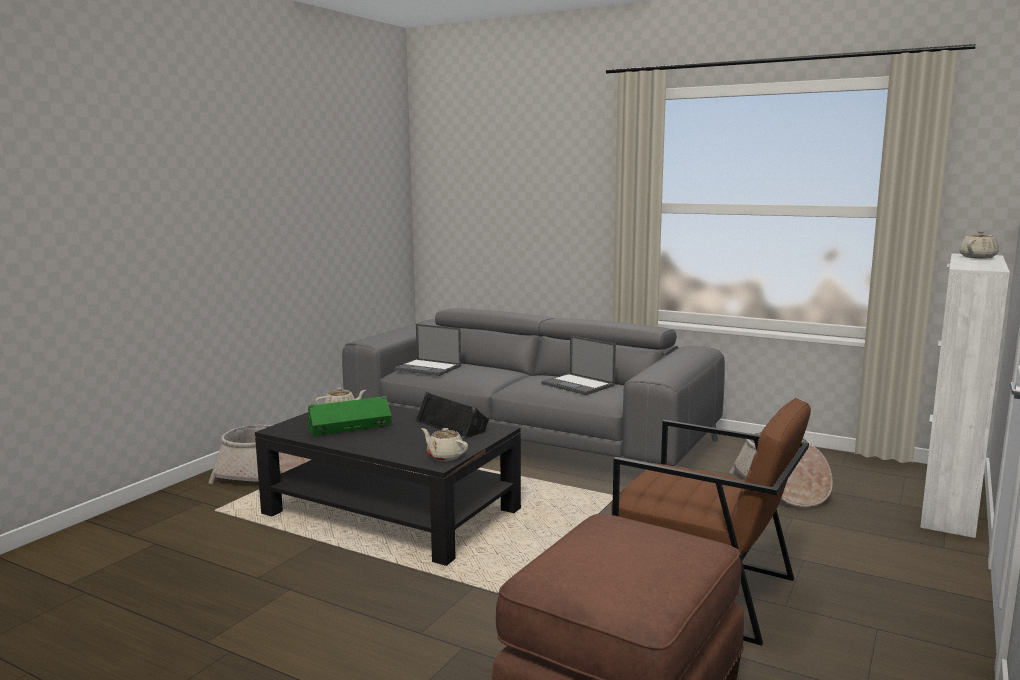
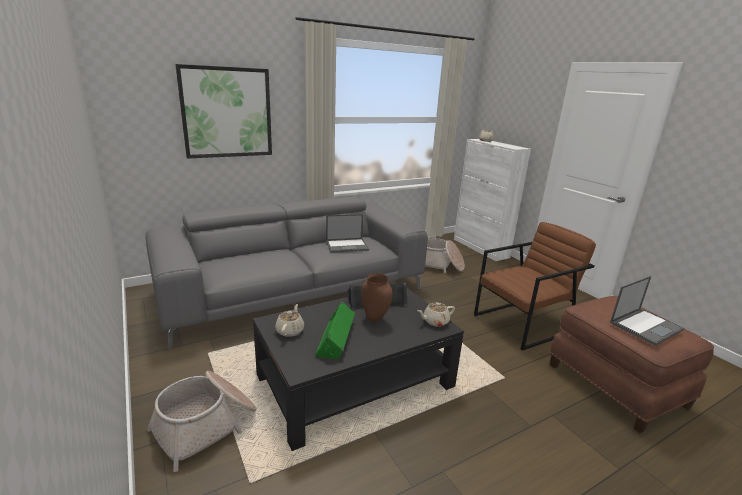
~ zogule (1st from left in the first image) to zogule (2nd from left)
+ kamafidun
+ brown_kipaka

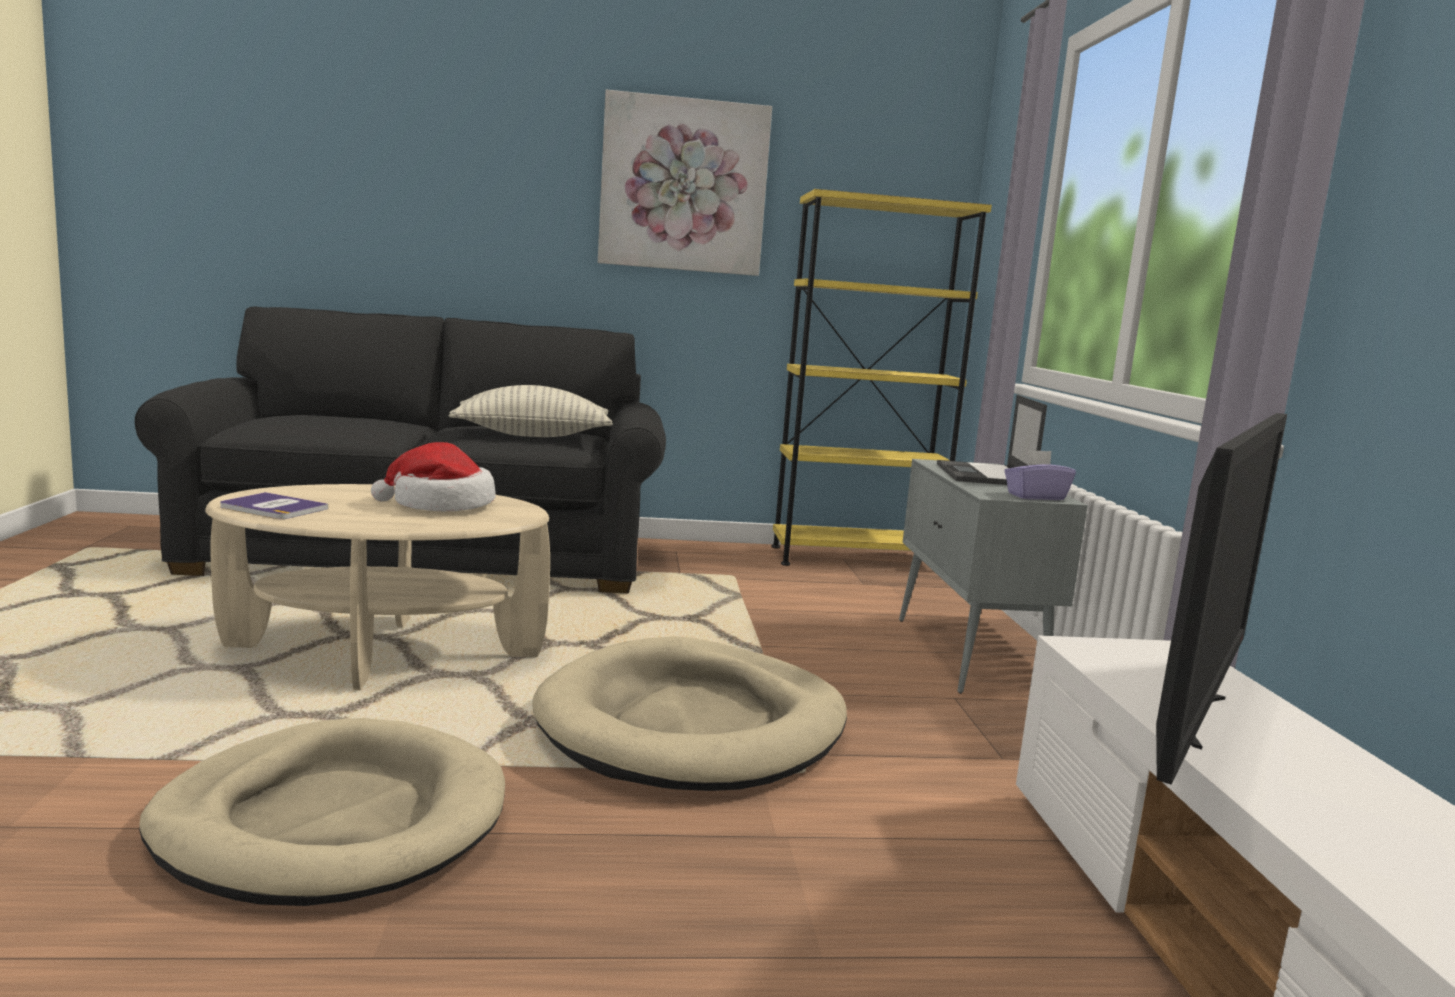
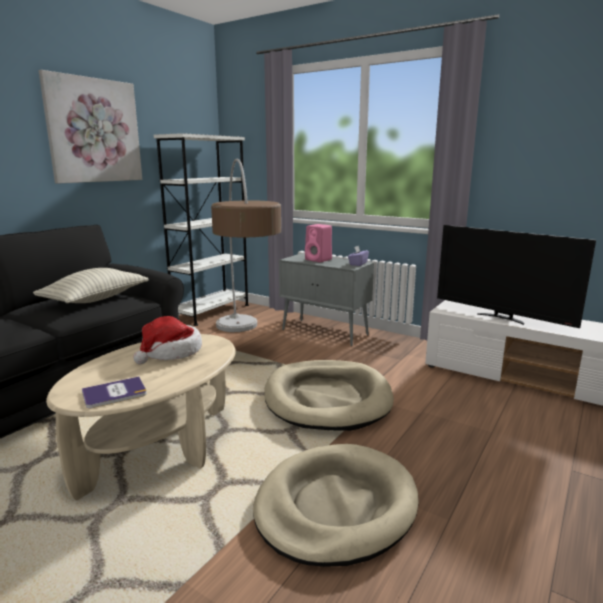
~ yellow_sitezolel to white_sitezolel
~ zogule to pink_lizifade
~ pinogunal 150 degrees clockwise
+ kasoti

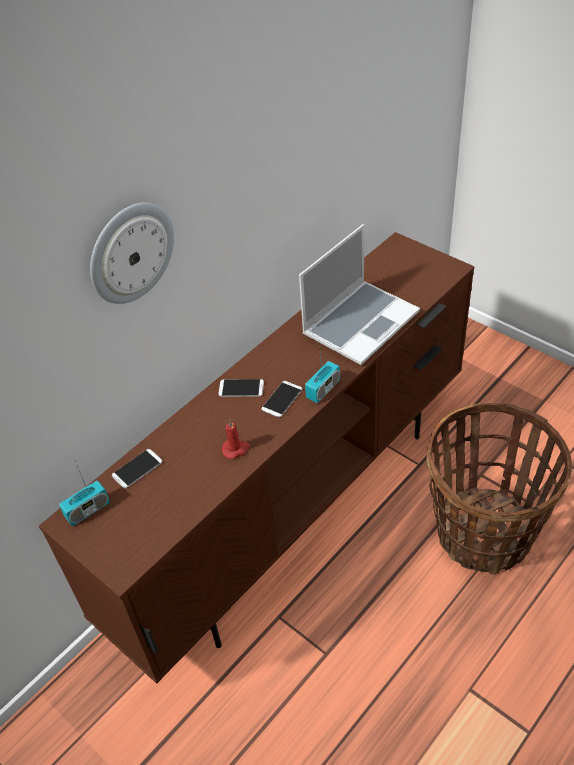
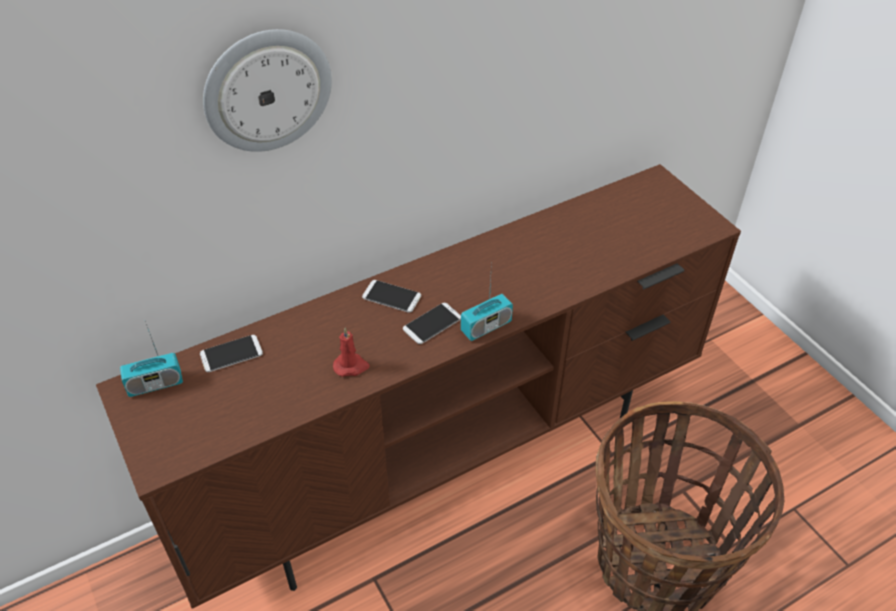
- zogule

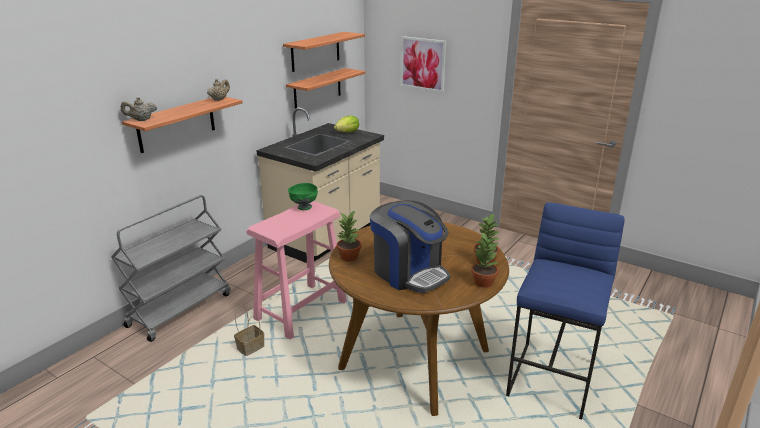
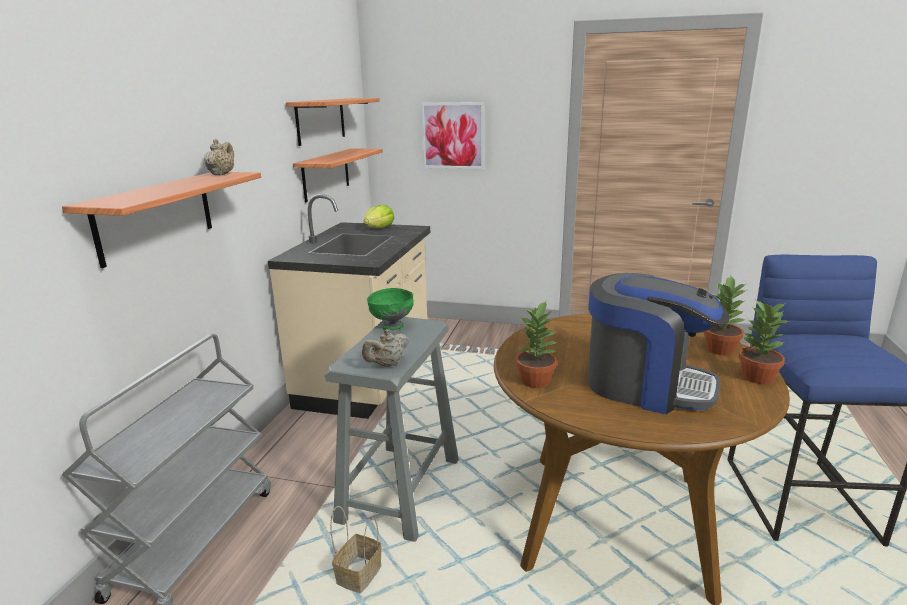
~ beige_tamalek (1st from left in the first image) to beige_tamalek (2nd from left)
~ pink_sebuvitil to grey_sebuvitil

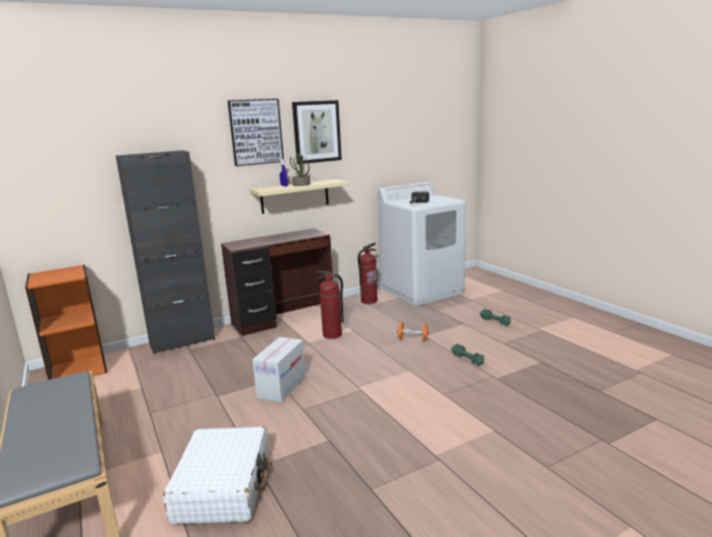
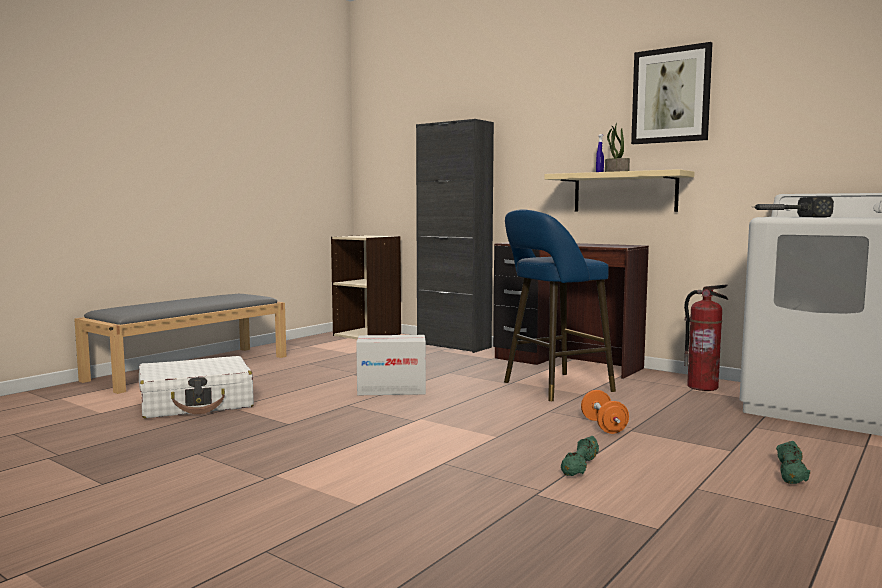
~ orange_sitezolel to beige_sitezolel
- kamafidun (1st from left)
~ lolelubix (1st from left) to blue_sebuvitil

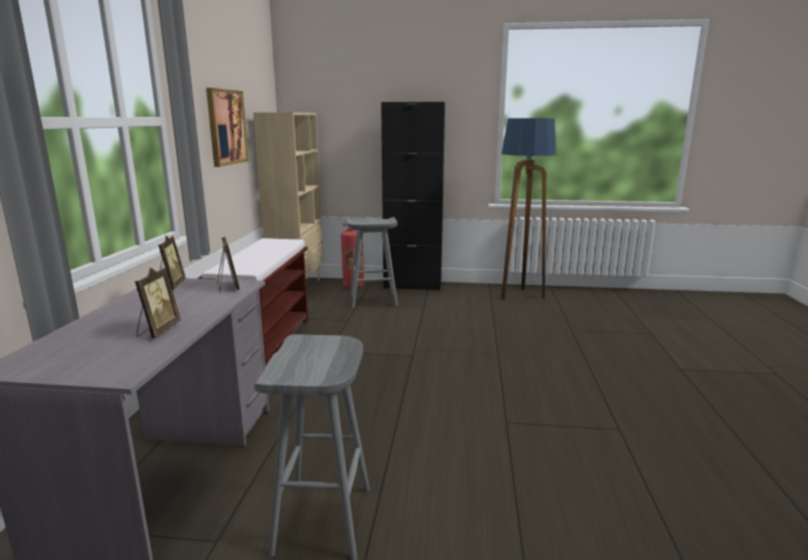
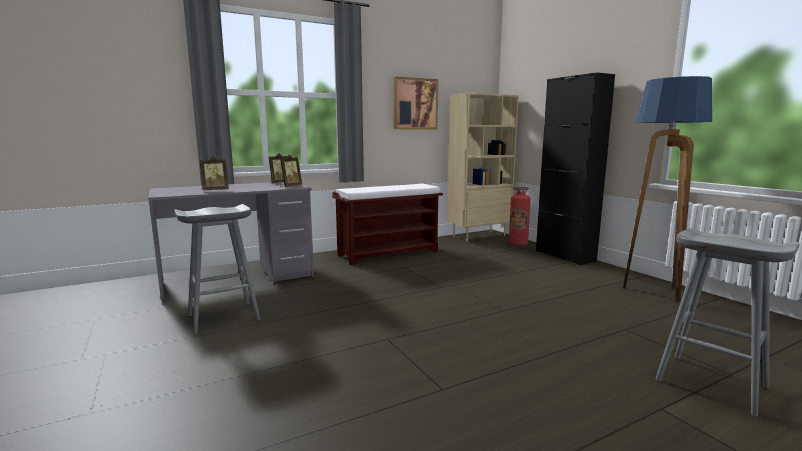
~ grey_sebuvitil (2nd from left)

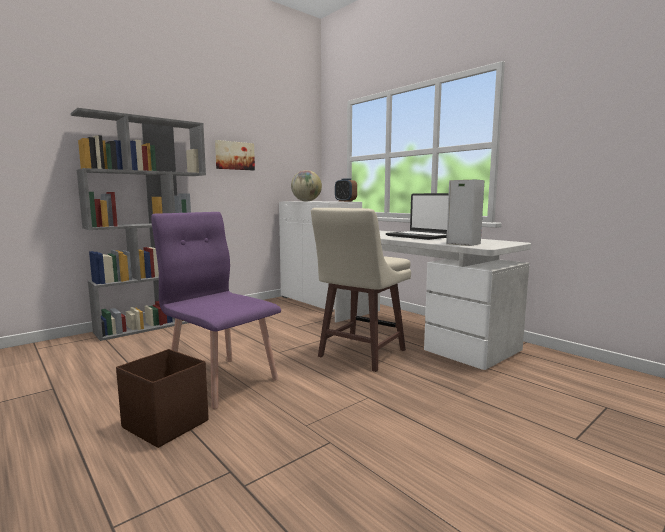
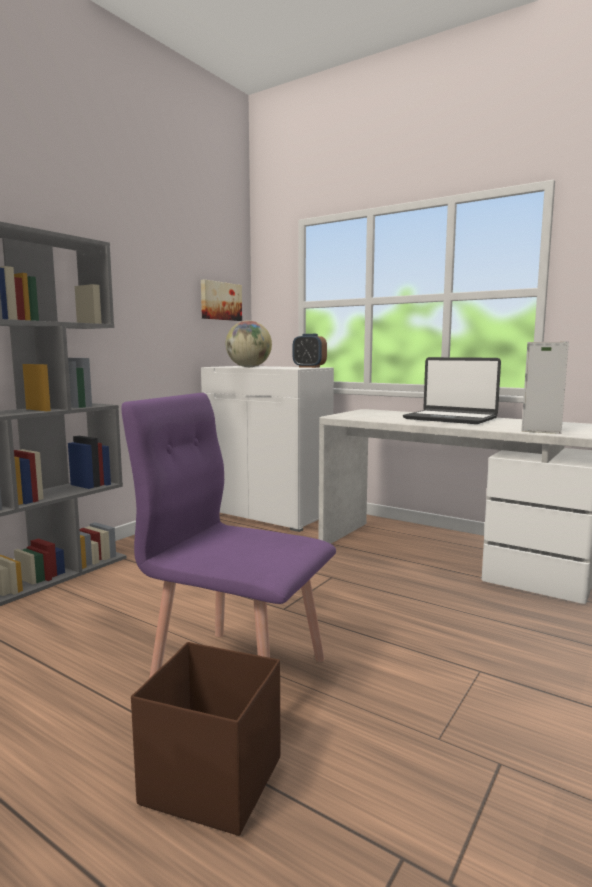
~ kamafidun
- beige_sebuvitil

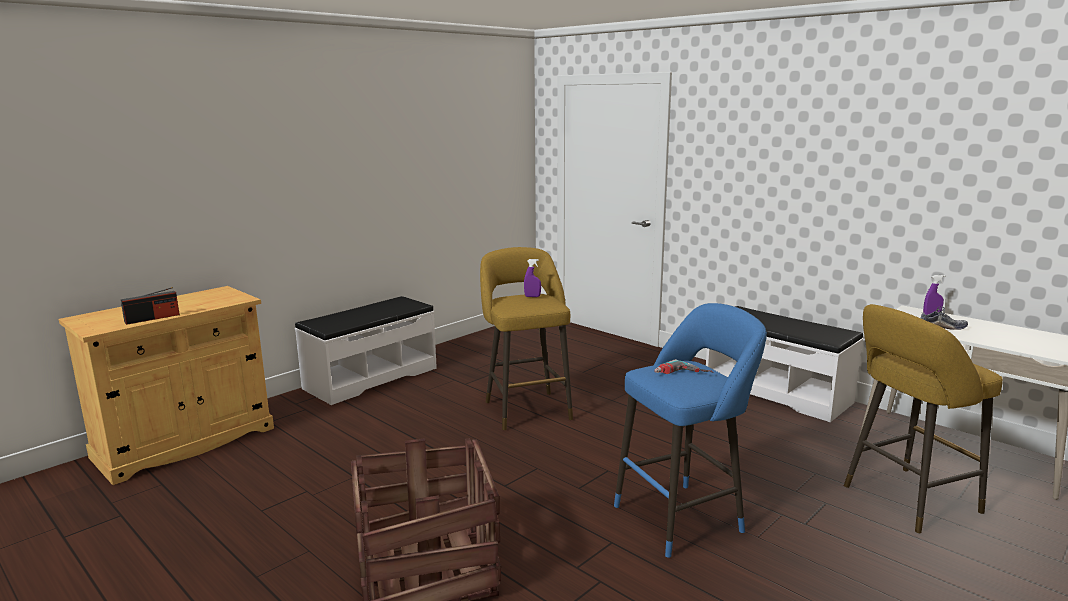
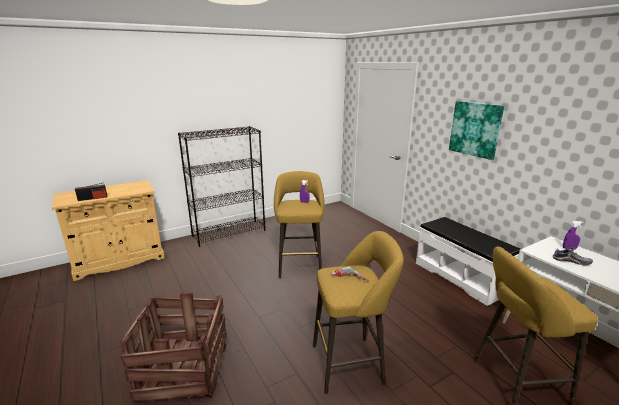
~ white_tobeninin (1st from left) to black_sitezolel
~ blue_sebuvitil to yellow_sebuvitil (2nd from left)
+ kamafidun

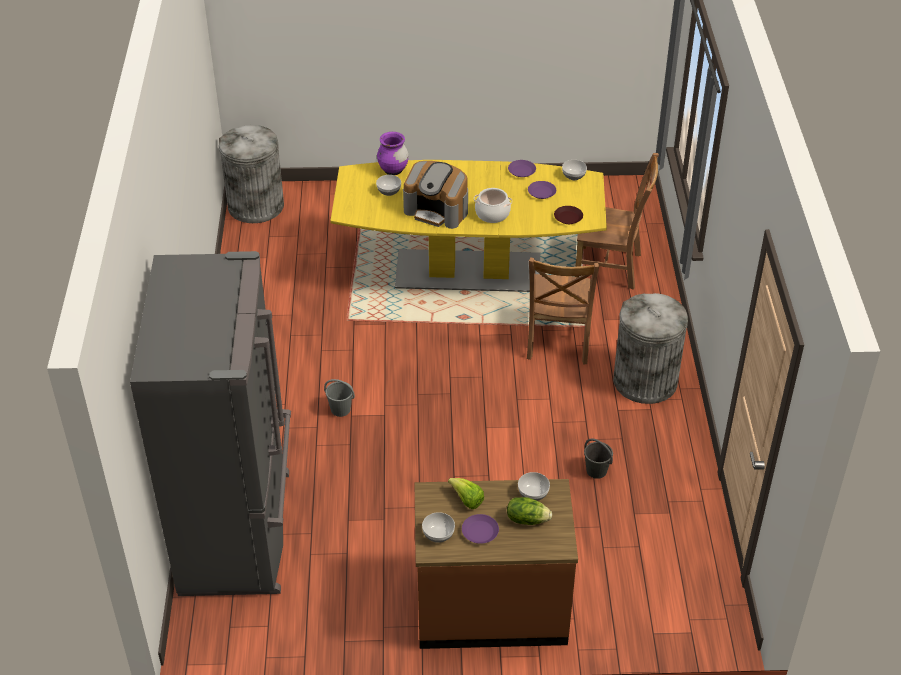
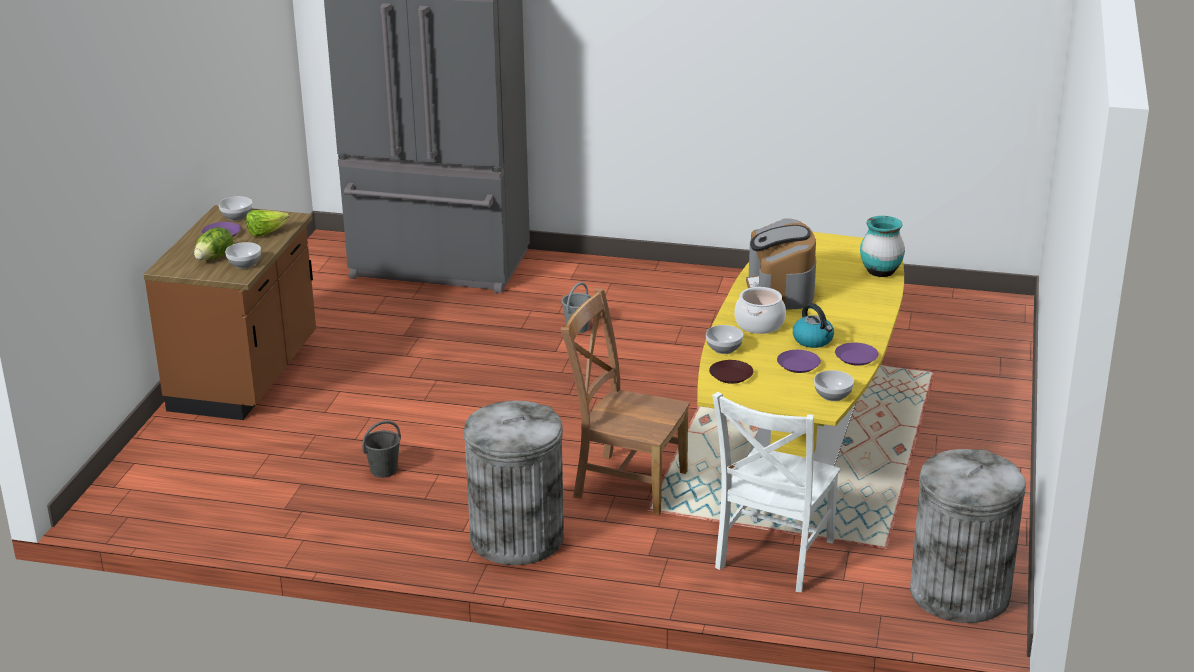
~ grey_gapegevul (1st from left in the first image) to grey_gapegevul (2nd from left)
~ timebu (1st from left in the first image) to timebu (3rd from left)
~ purple_kipaka to turquoise_kipaka
~ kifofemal 45 degrees counterclockwise
~ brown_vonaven (2nd from left) to white_vonaven
+ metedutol

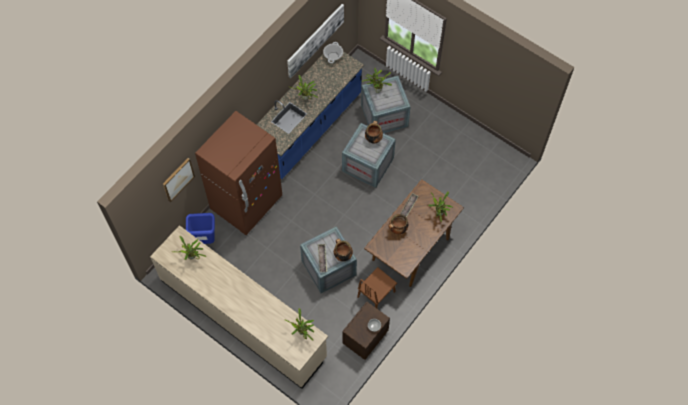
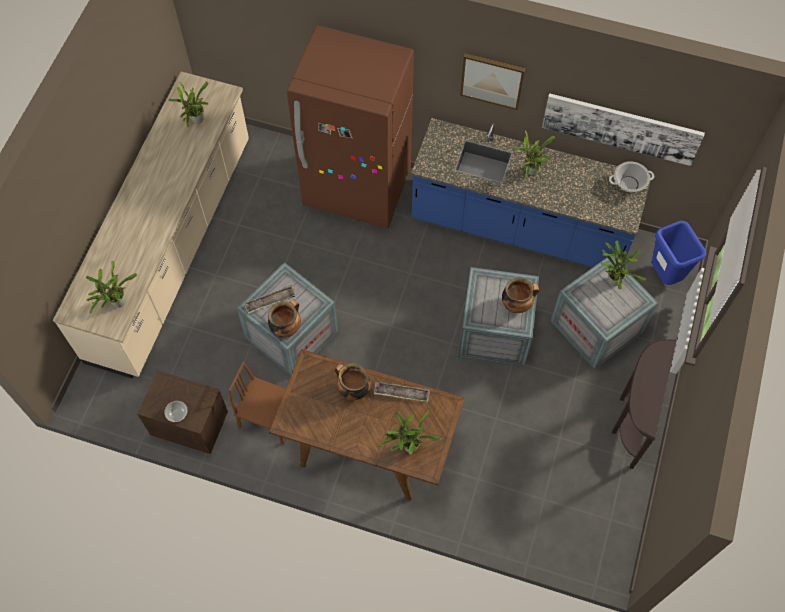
~ kamafidun (1st from left)
~ blue_gapegevul
+ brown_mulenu

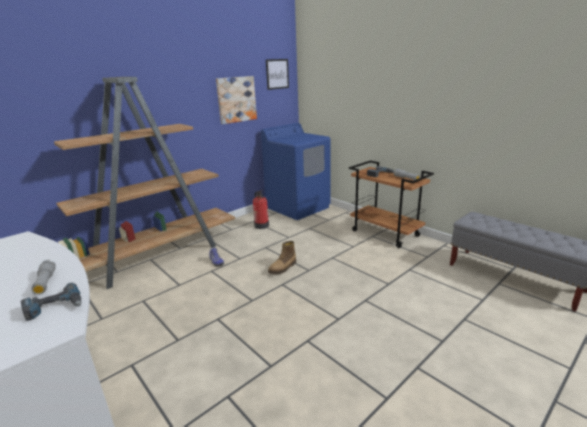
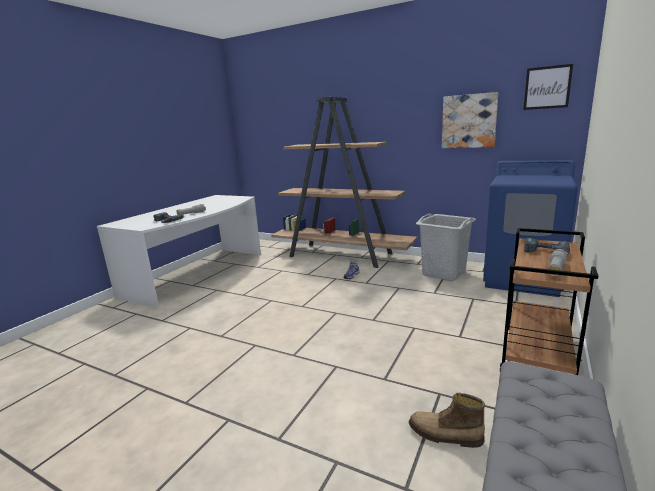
~ lolelubix to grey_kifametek
~ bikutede

